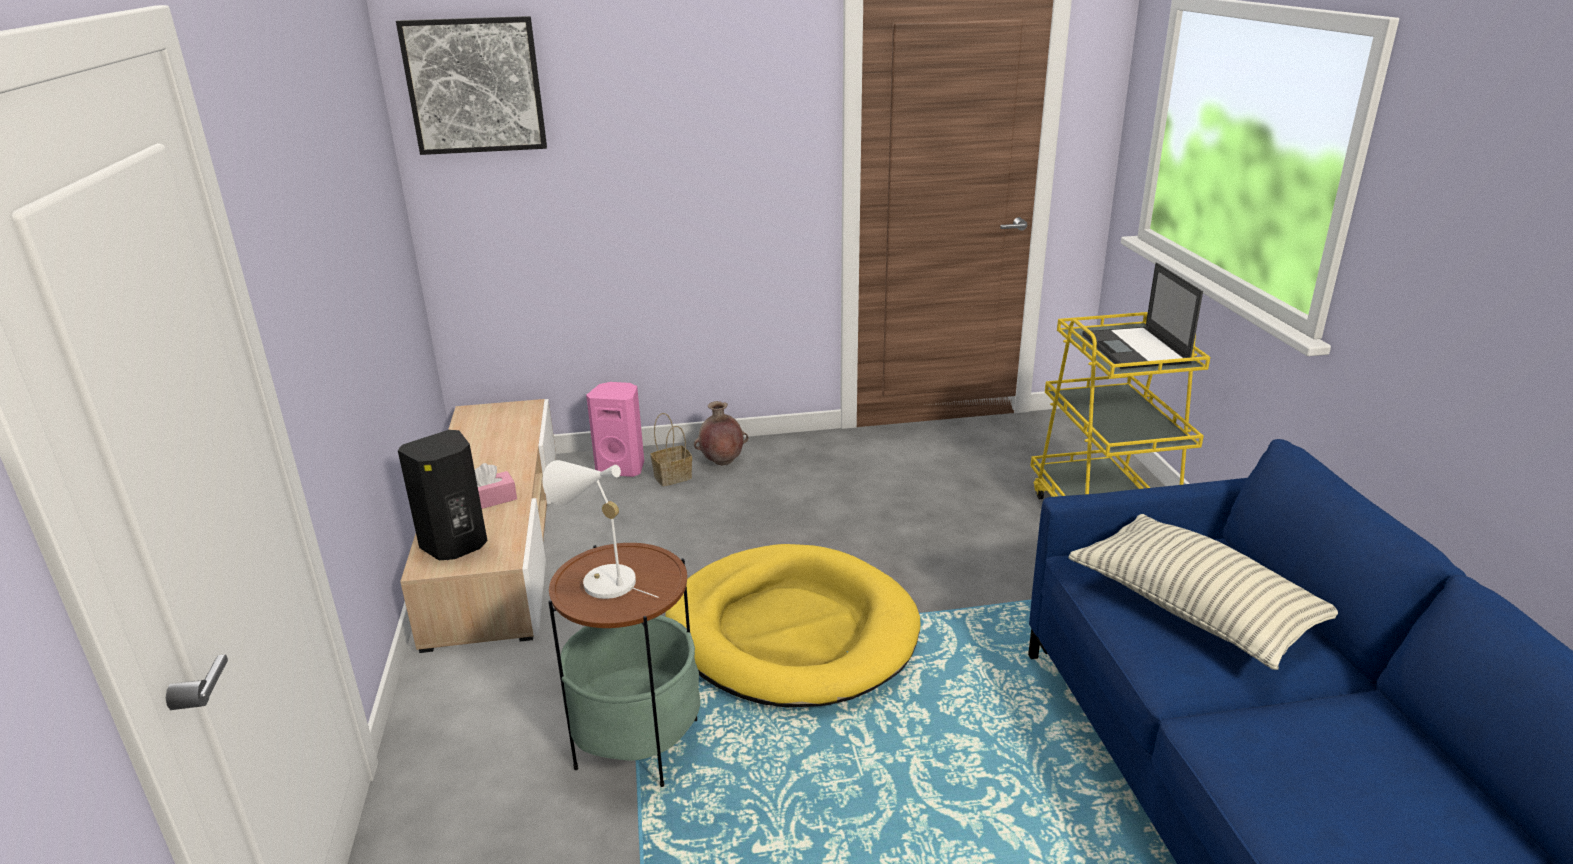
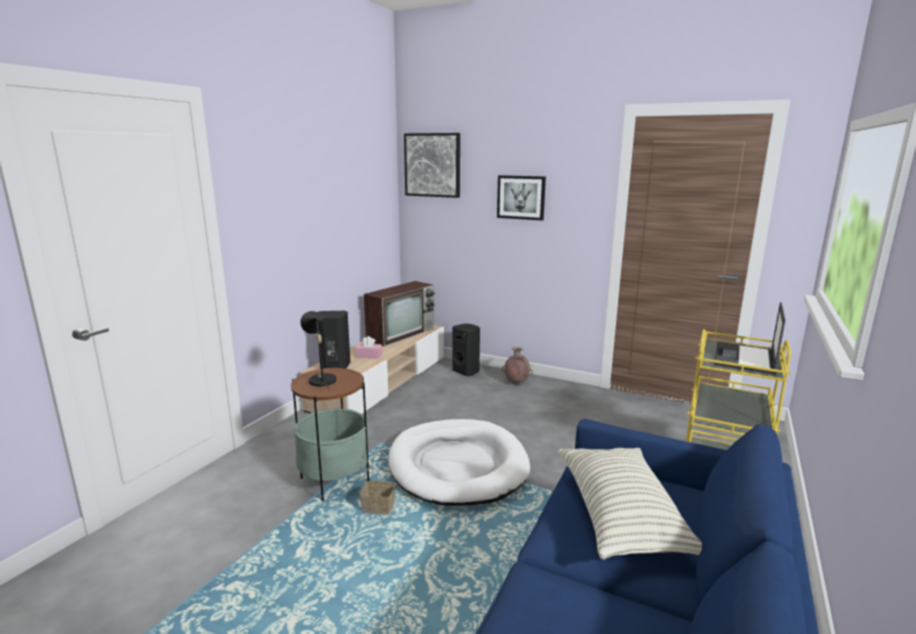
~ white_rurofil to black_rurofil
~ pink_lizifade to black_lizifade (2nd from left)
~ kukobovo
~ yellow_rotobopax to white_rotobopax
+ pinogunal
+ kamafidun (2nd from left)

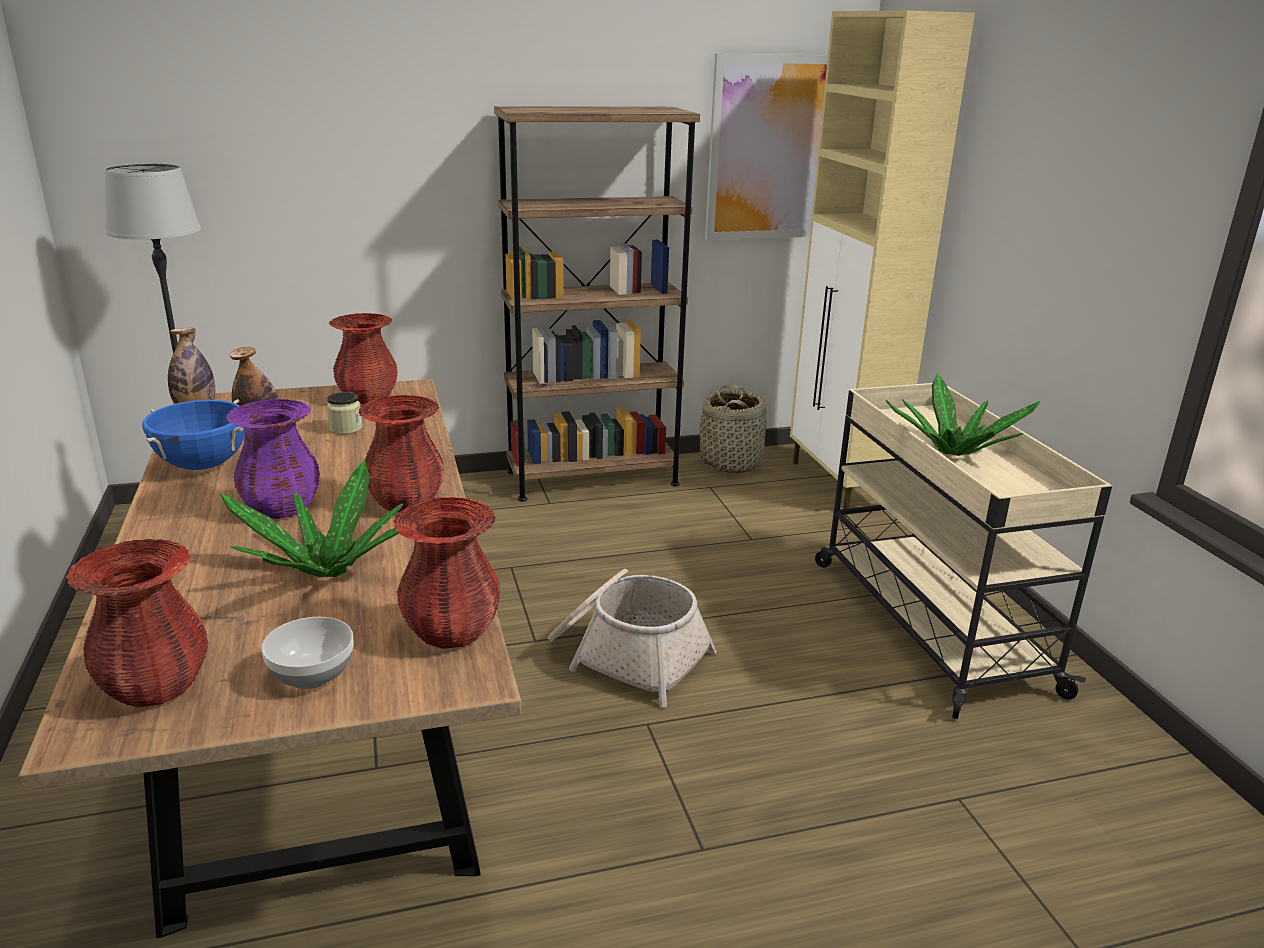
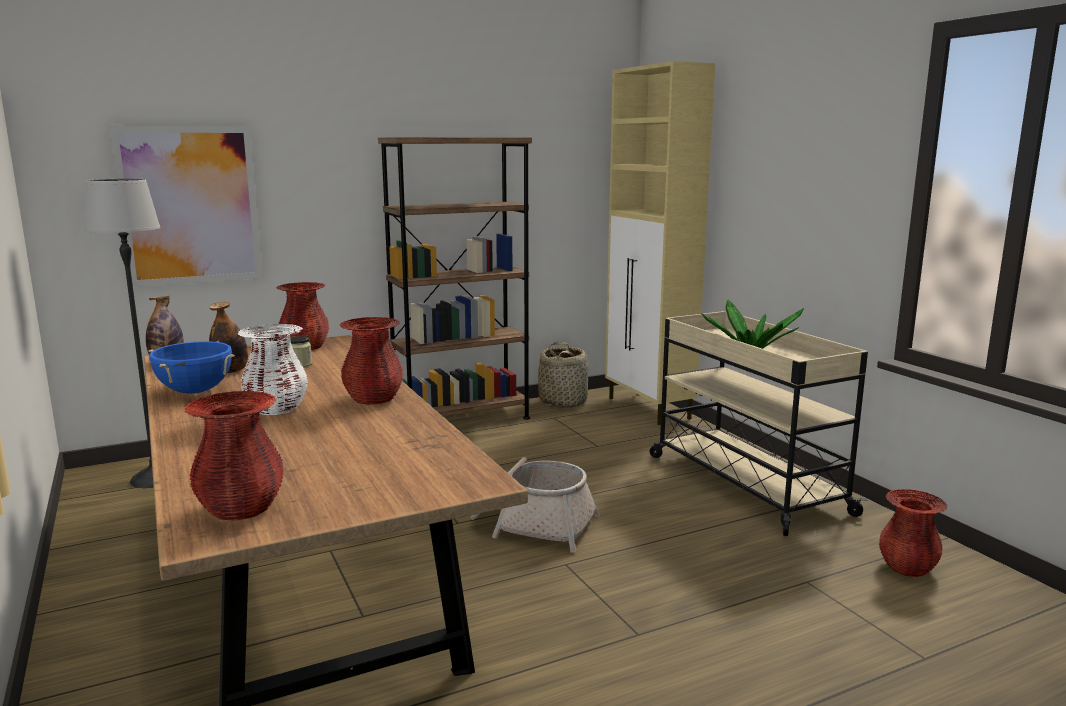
- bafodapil (1st from left)
~ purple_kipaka to white_kipaka
- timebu
~ red_kipaka (4th from left)
~ kamafidun

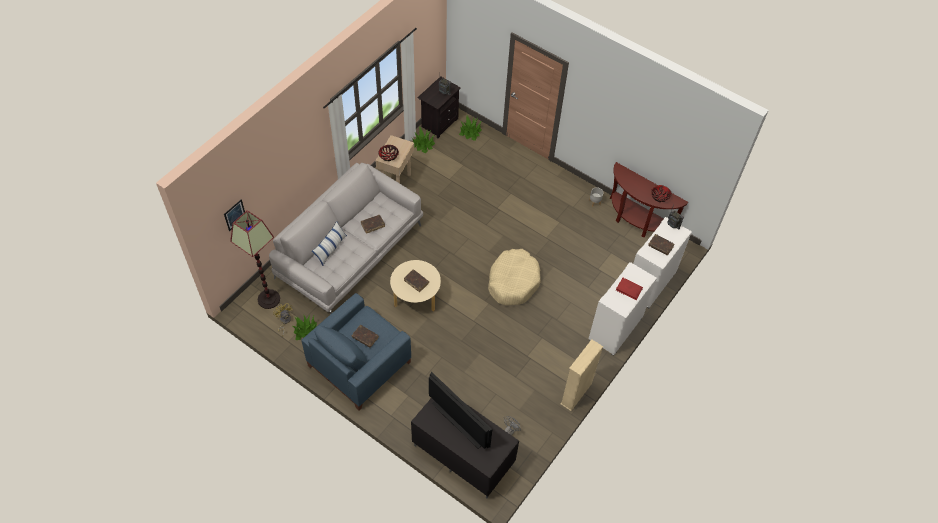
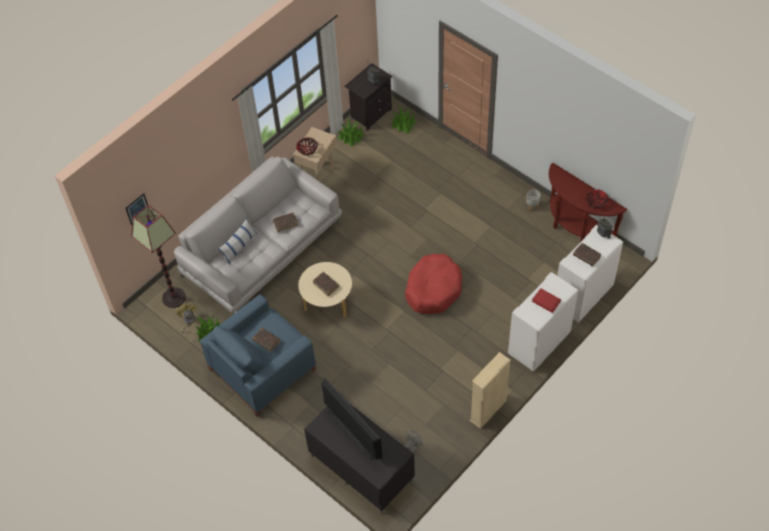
~ beige_rotobopax to red_rotobopax

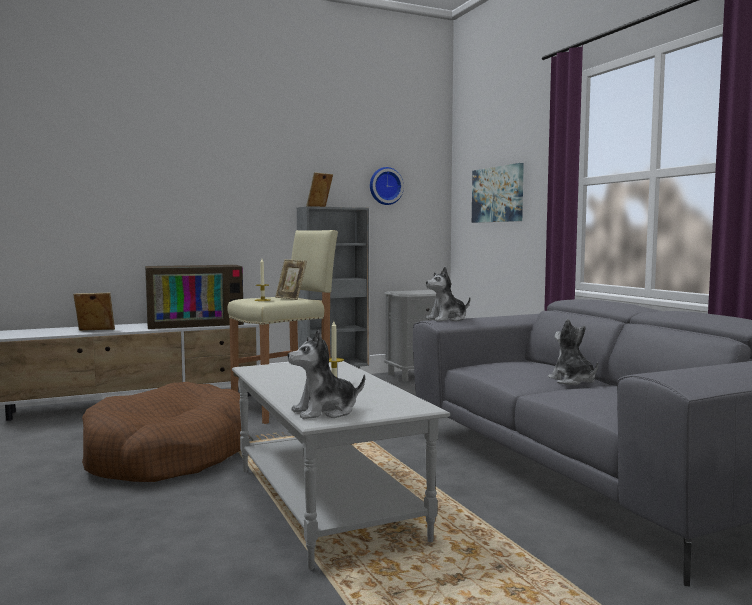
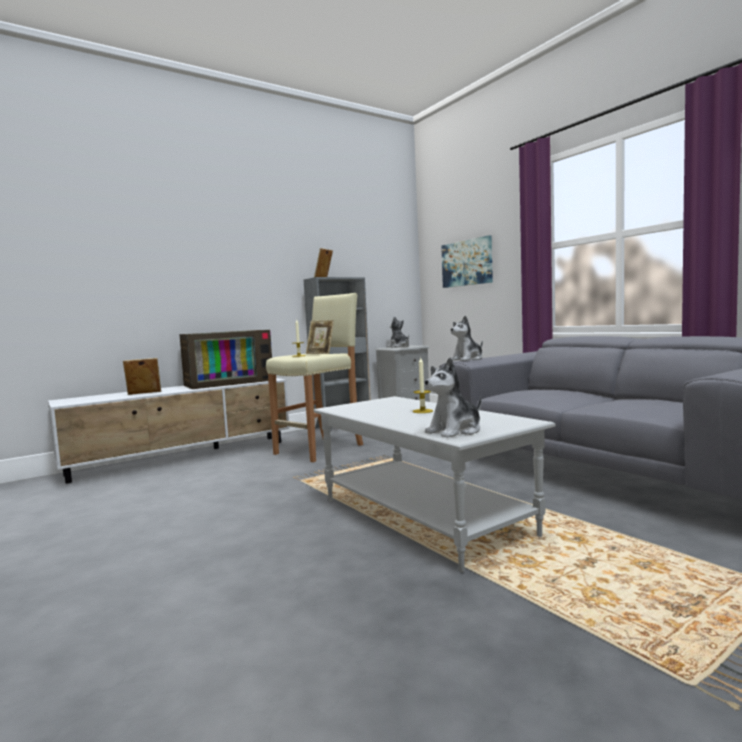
- brown_rotobopax
- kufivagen
~ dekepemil (3rd from left in the first image) to dekepemil (1st from left)

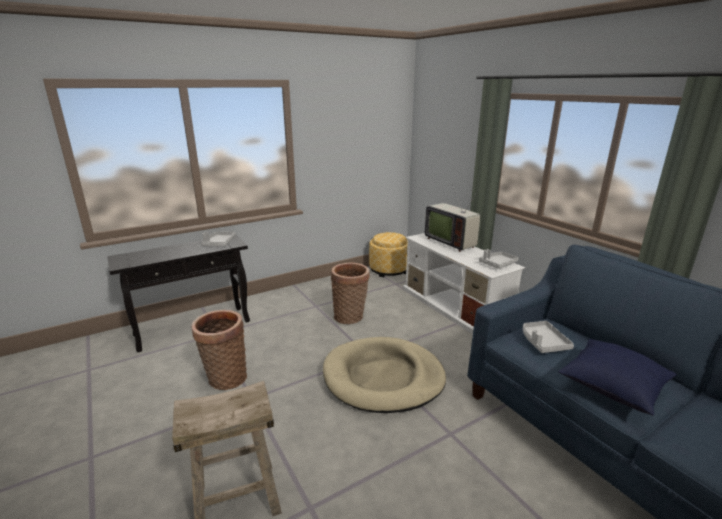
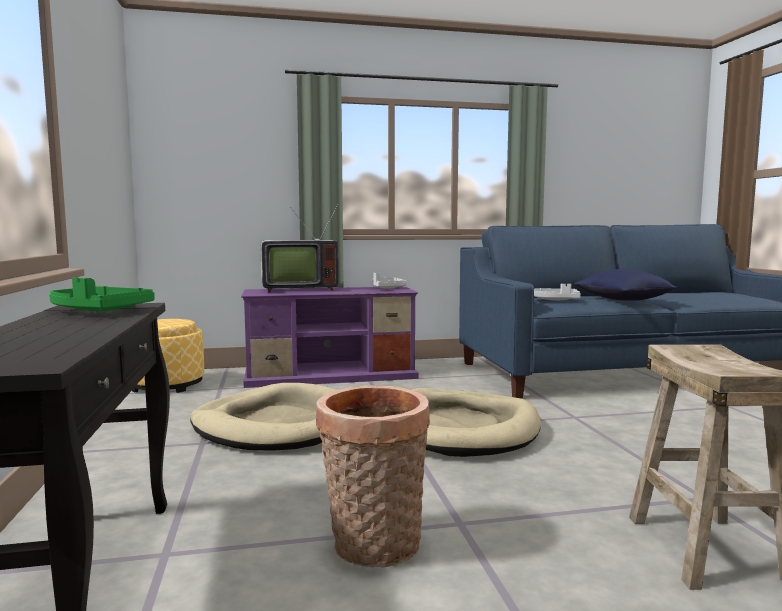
~ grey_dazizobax (1st from left) to green_dazizobax
~ kukobovo (2nd from left) to beige_rotobopax (1st from left)
~ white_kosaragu to purple_kosaragu

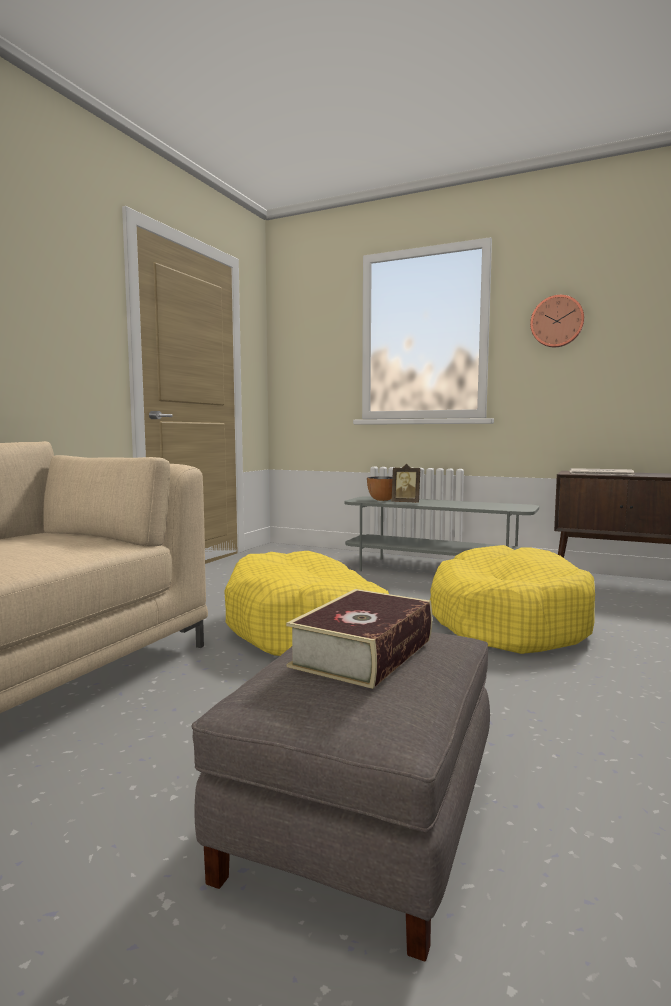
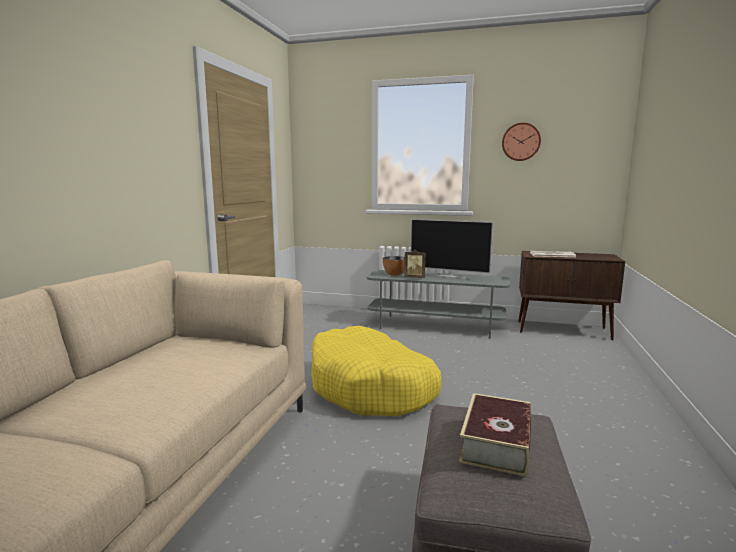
- yellow_rotobopax (2nd from left)
+ pinogunal

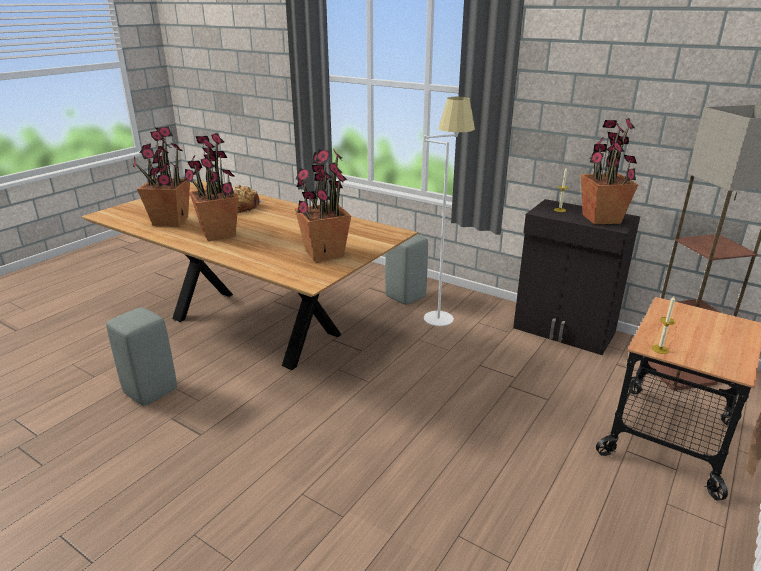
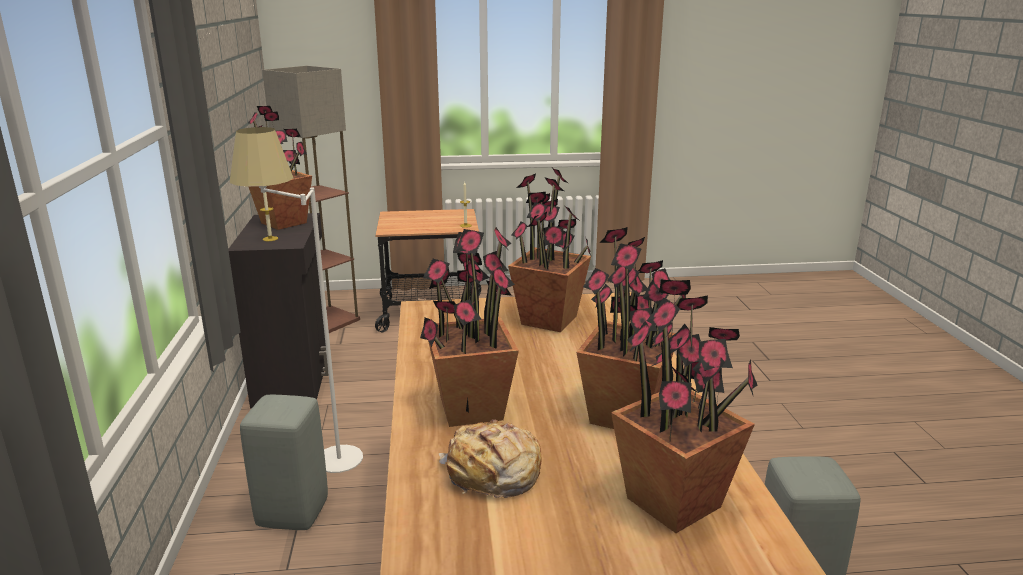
+ bafodapil (2nd from left)

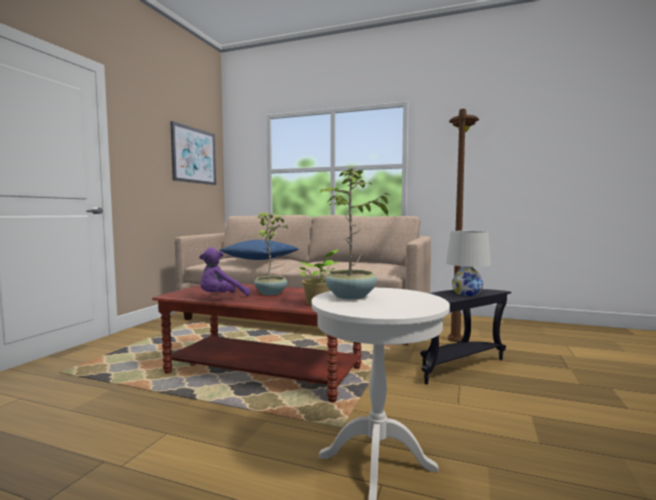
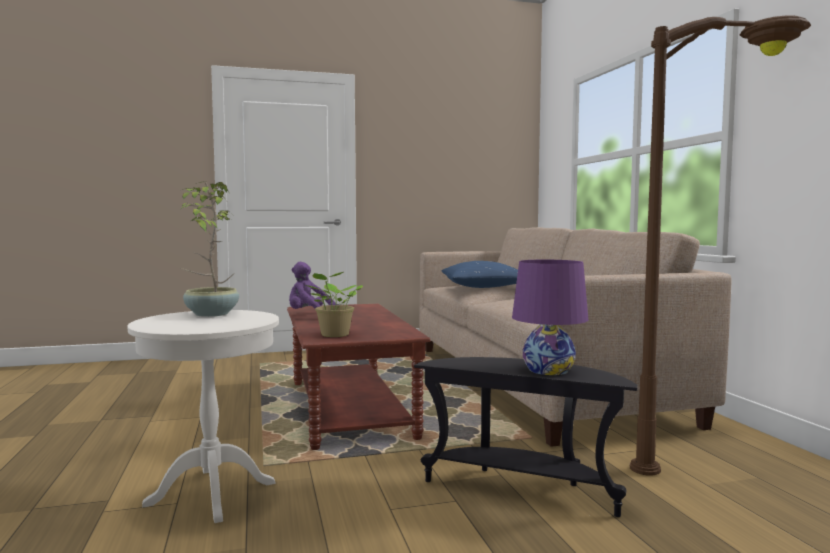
- kamafidun
- bafodapil (1st from left)
~ white_rurofil to purple_rurofil

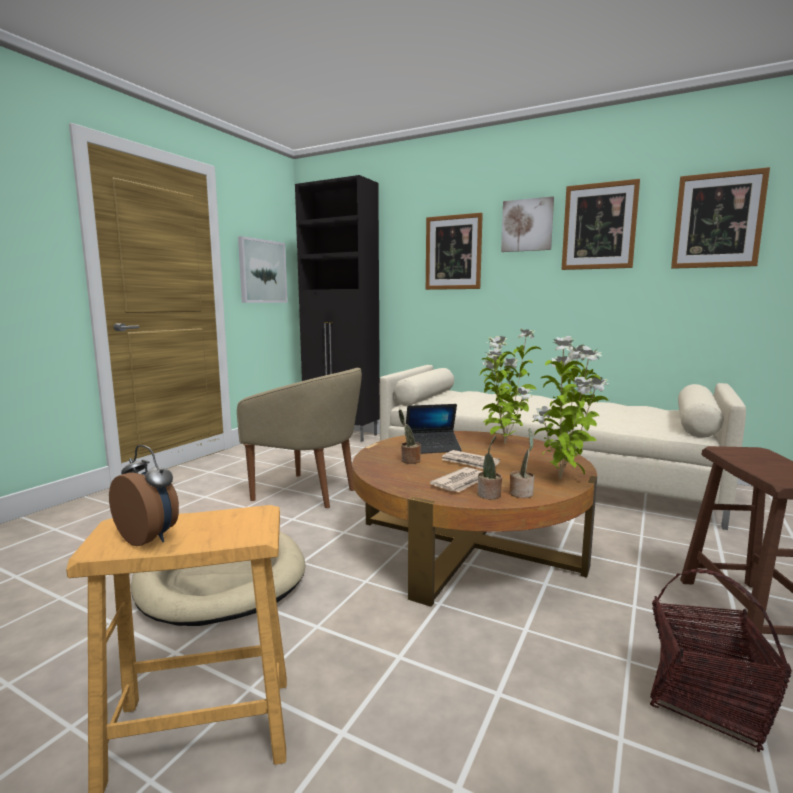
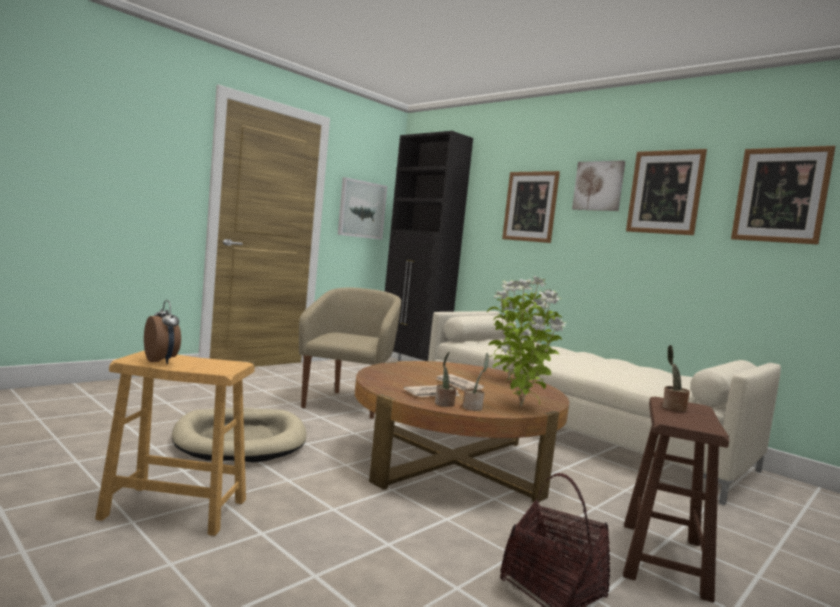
~ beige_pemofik 120 degrees counterclockwise
~ bafodapil (1st from left in the first image) to bafodapil (5th from left)
- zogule

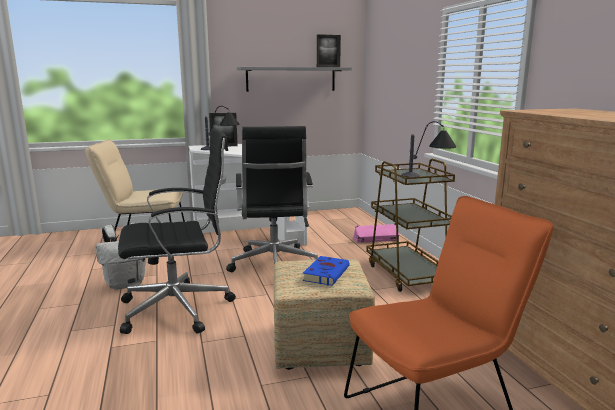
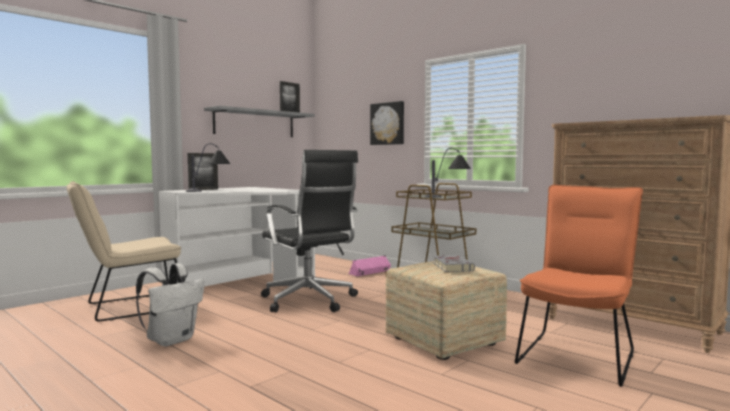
- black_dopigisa (1st from left)
~ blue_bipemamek to grey_bipemamek
+ kamafidun

